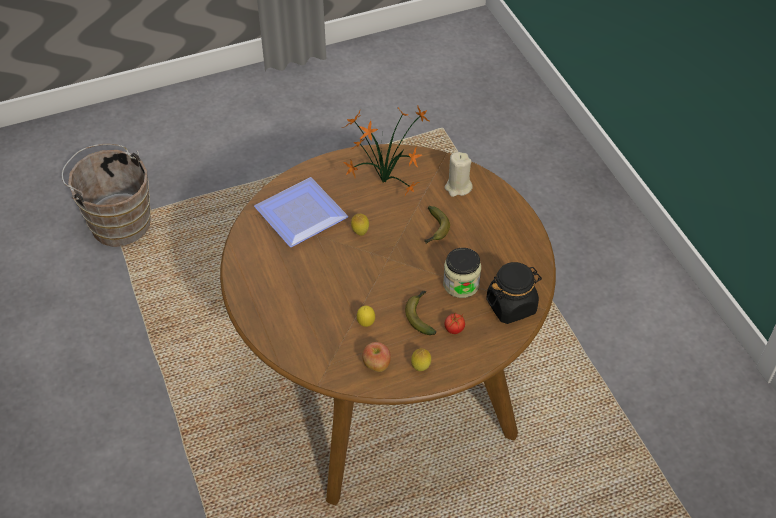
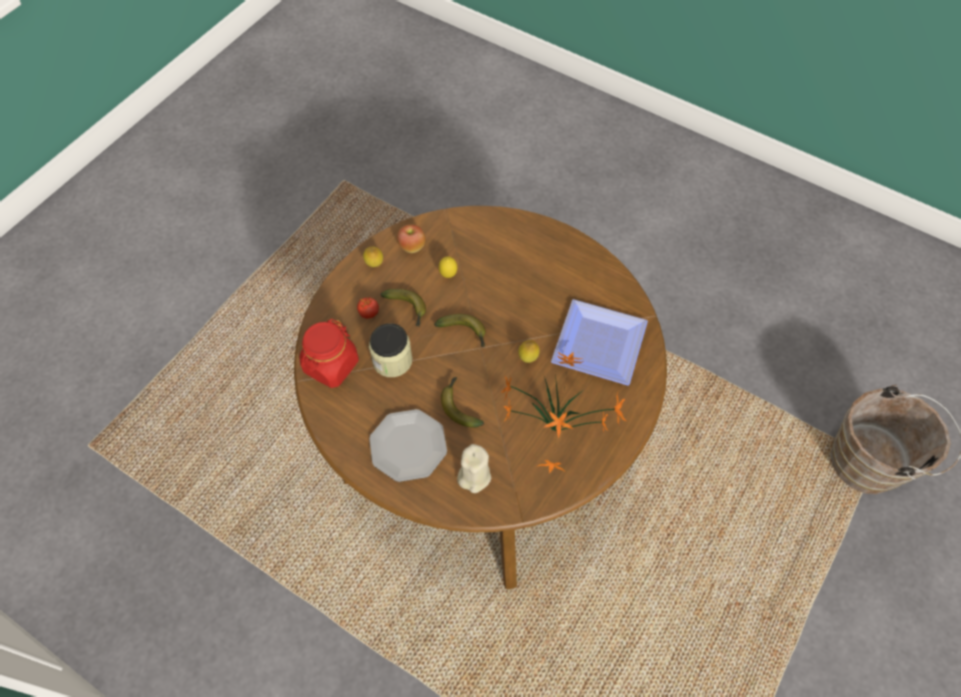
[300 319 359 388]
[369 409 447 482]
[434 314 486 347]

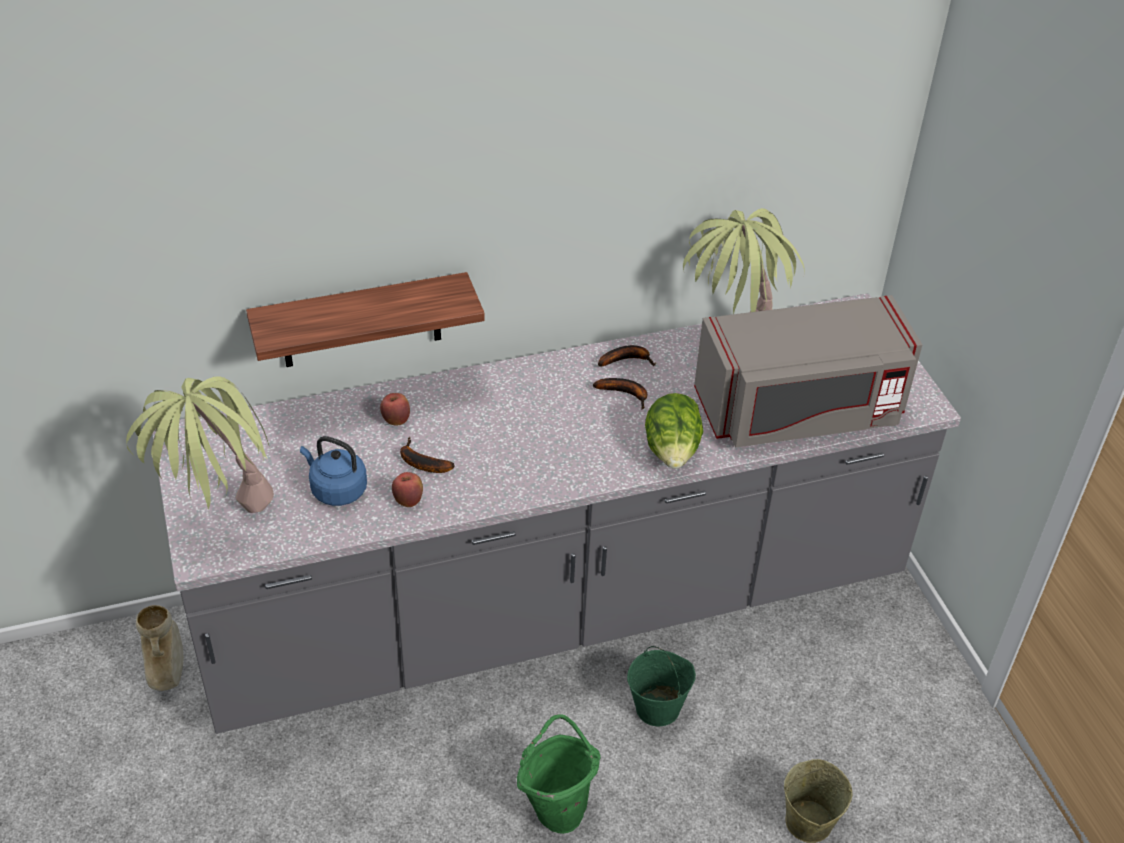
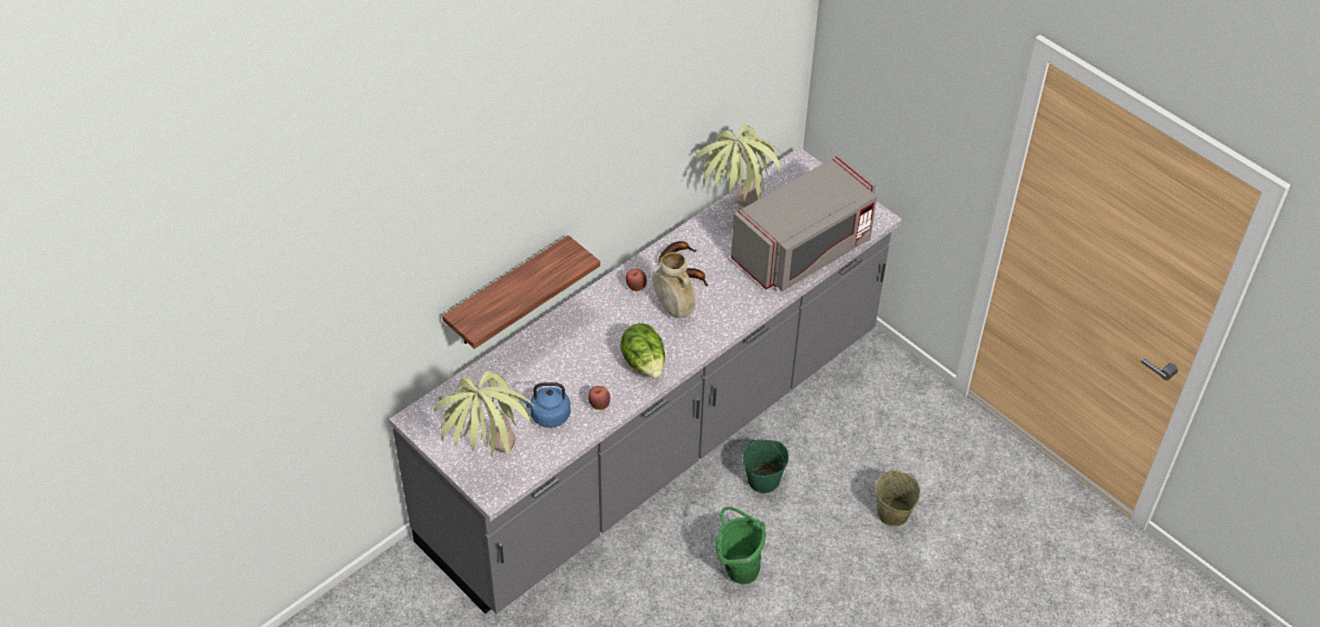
[653 252 695 318]
[626 268 647 291]
[400 437 454 473] (first image)
[620 323 665 378]

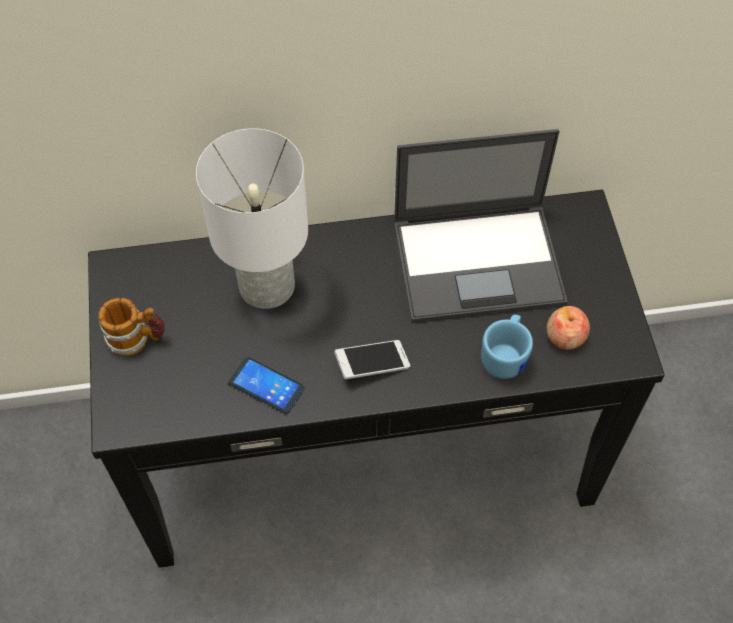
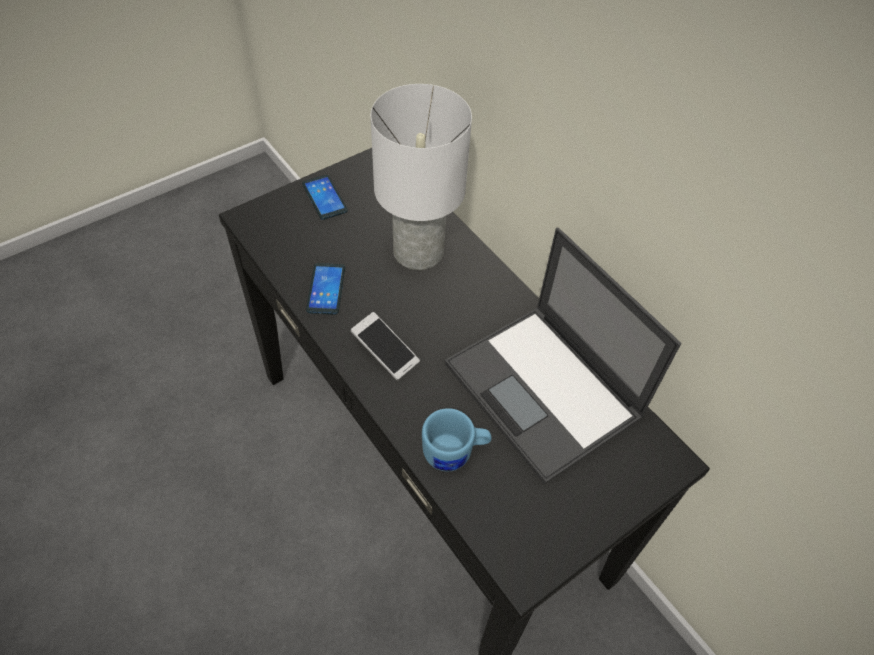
[302 175 348 220]
[547 306 590 350] (first image)

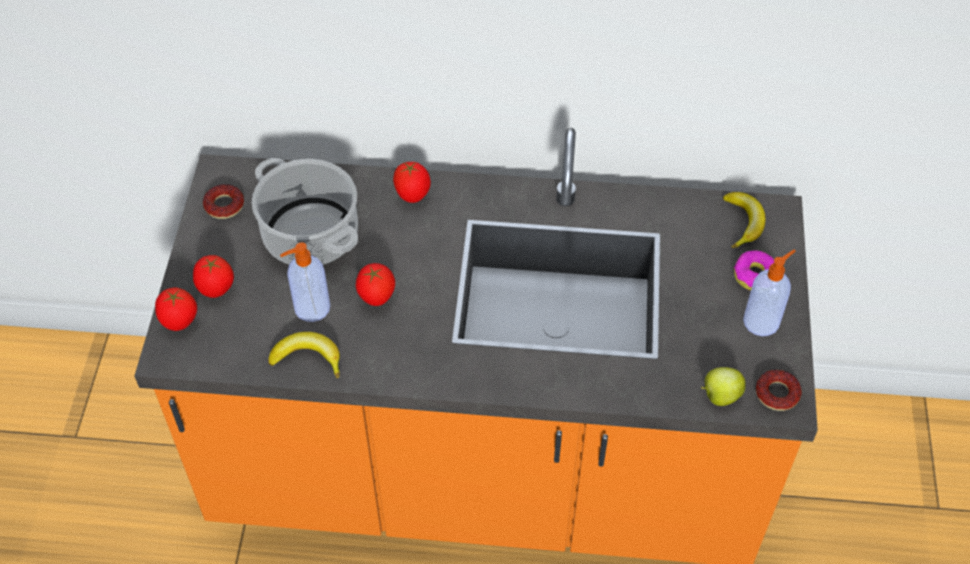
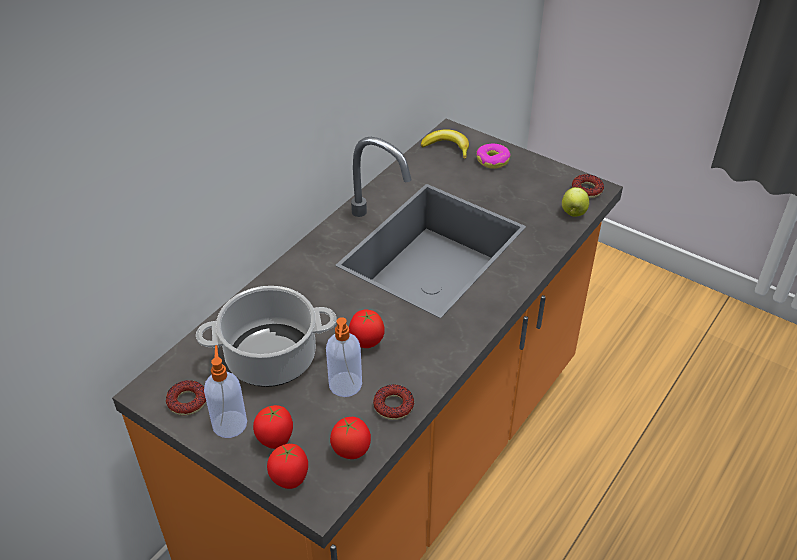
[373 384 414 420]
[330 417 371 459]
[204 345 247 438]

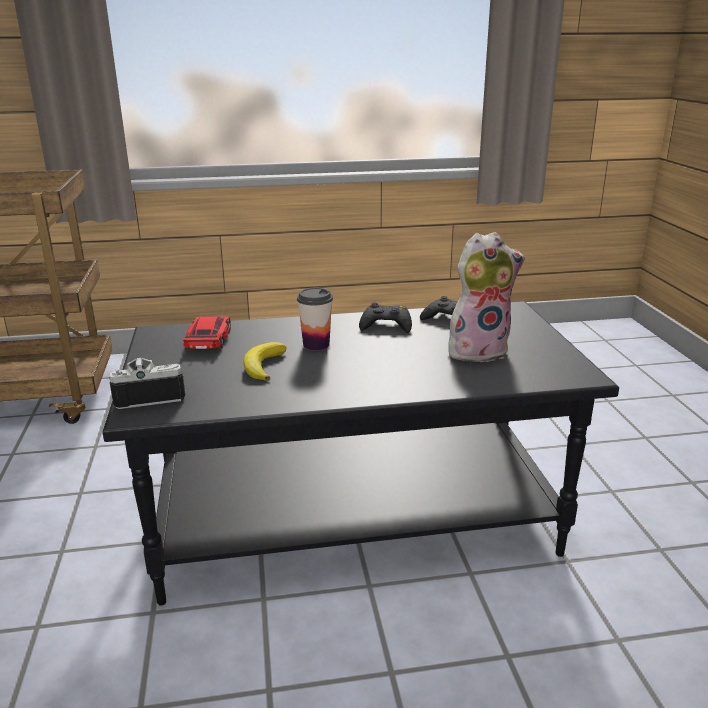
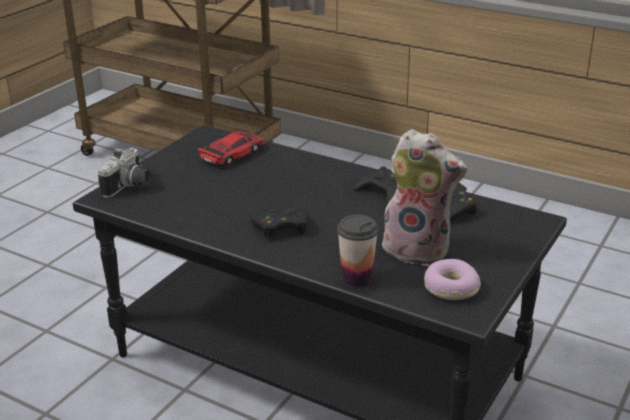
[98 148 152 198]
[244 342 286 381] (first image)
[337 214 379 287]
[250 208 308 239]
[424 259 481 300]

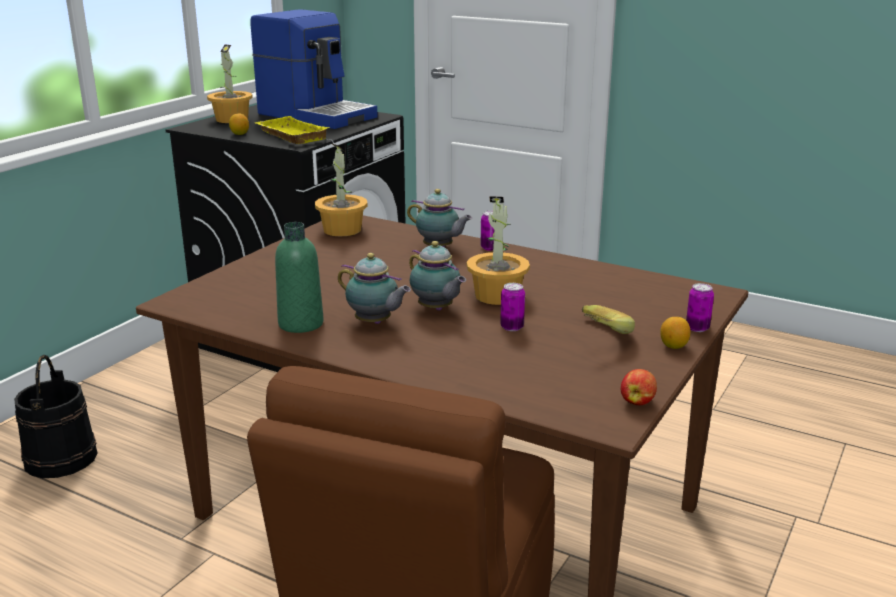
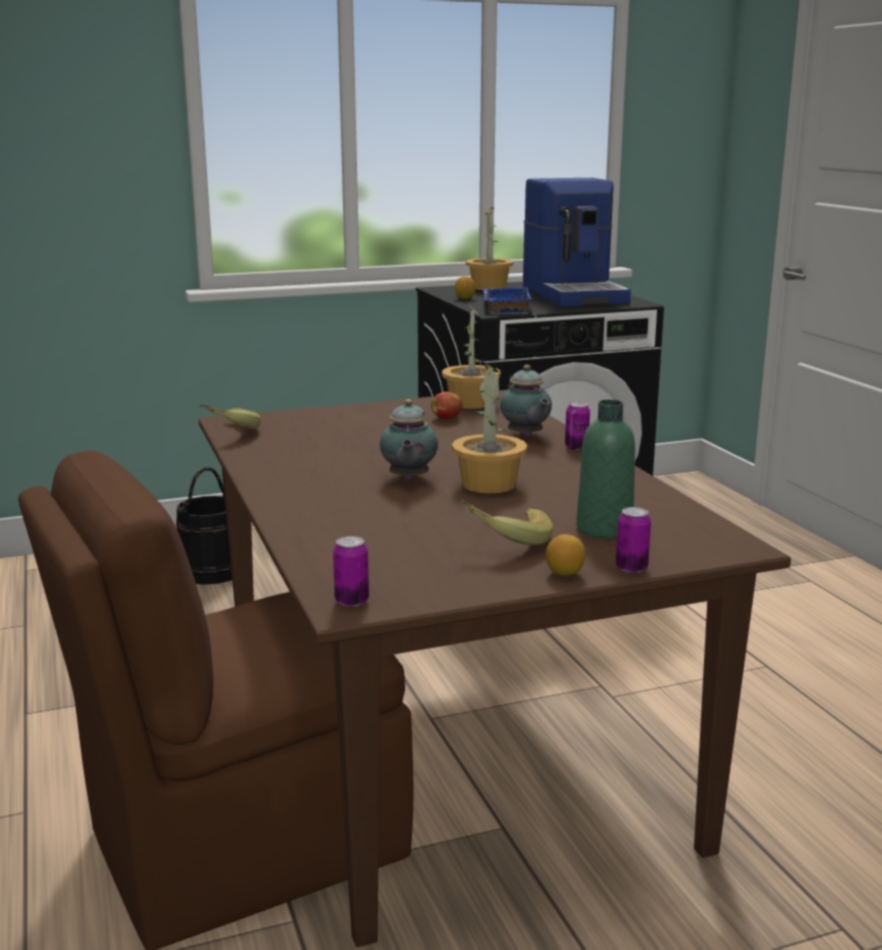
[483 287 532 313]
[576 400 635 538]
[338 253 411 324] (first image)
[333 536 369 607]
[431 392 462 419]
[200 404 261 429]

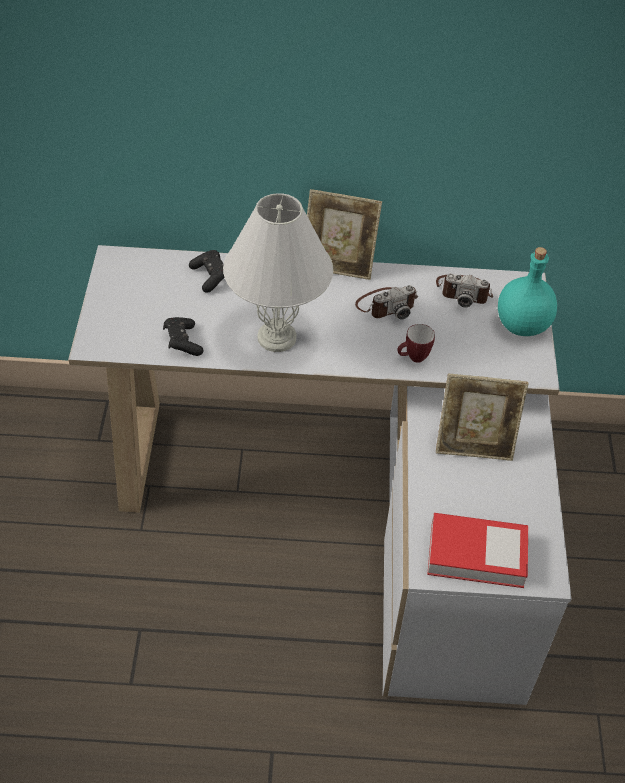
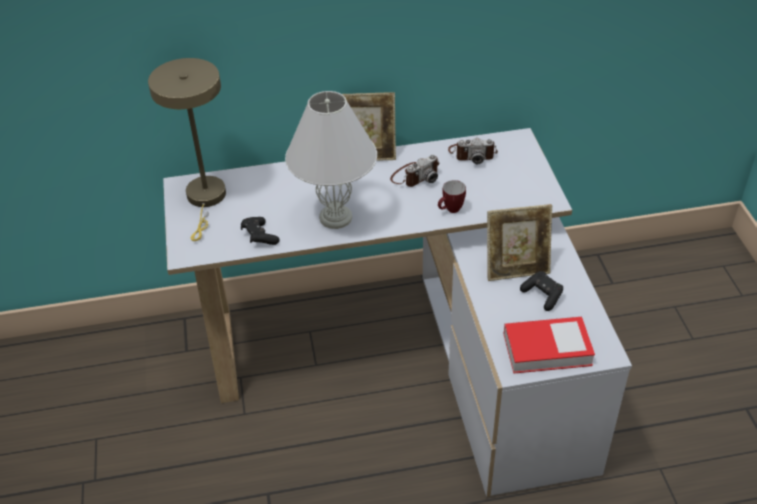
[520 271 563 311]
[498 247 557 336] (first image)
[148 58 226 241]

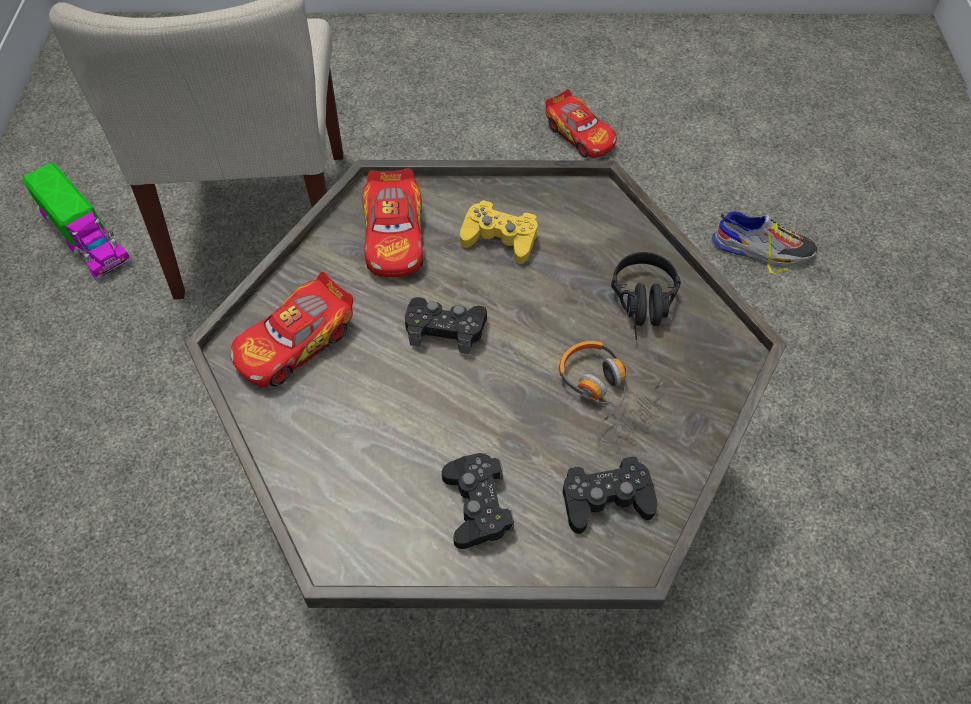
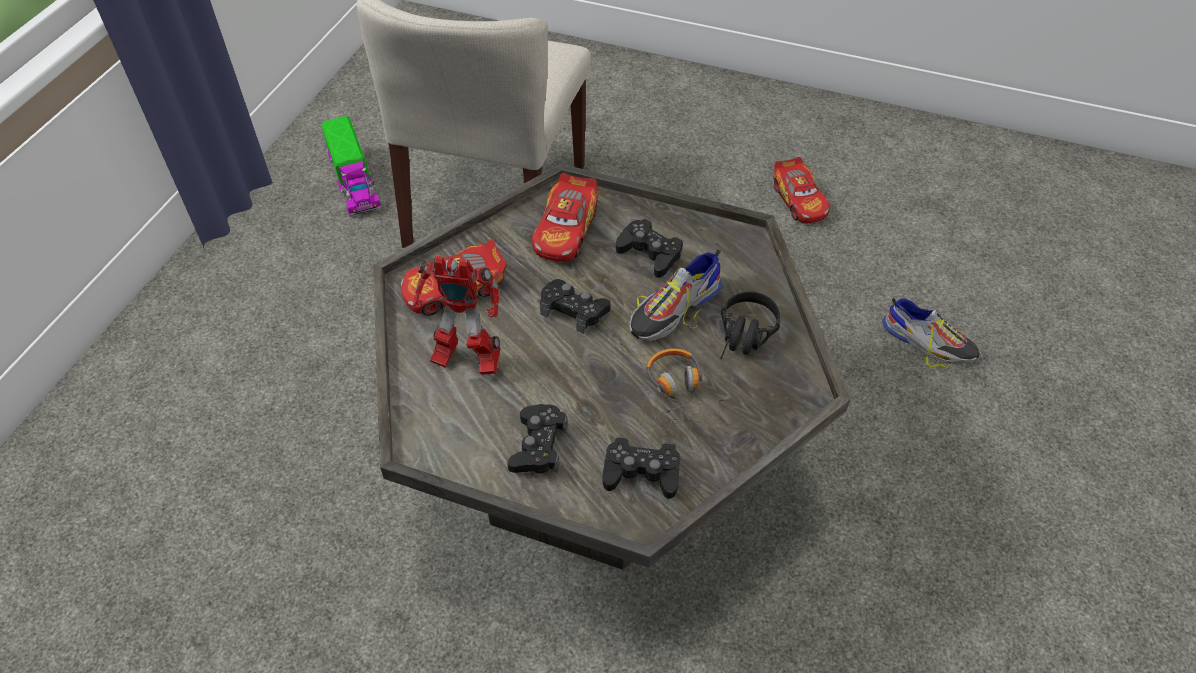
[616 219 683 278]
[413 256 500 375]
[629 249 722 341]

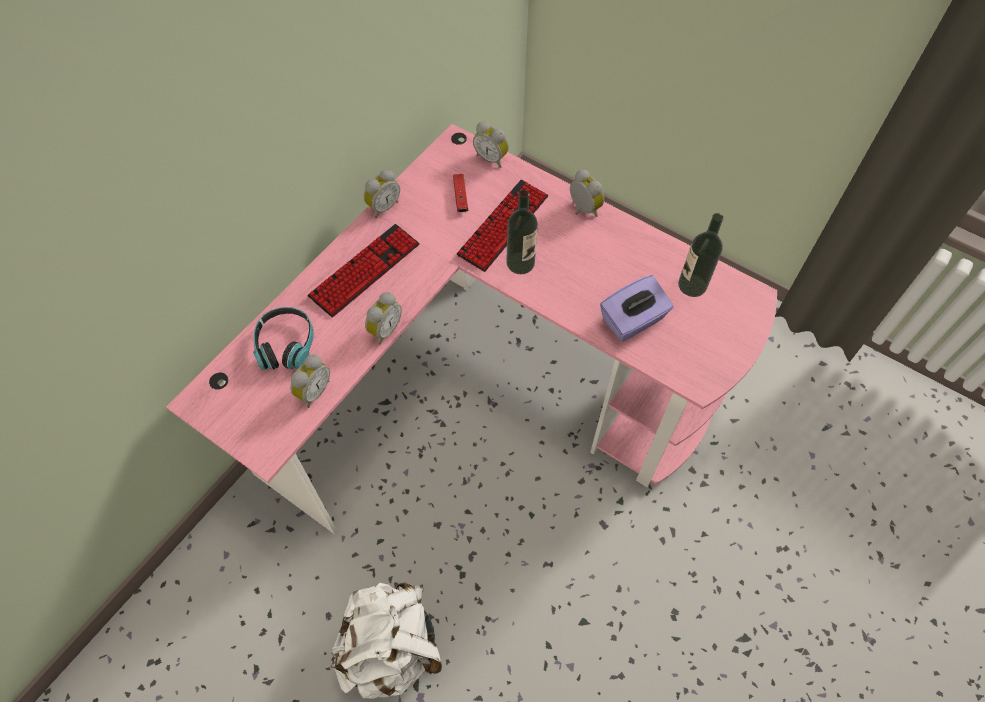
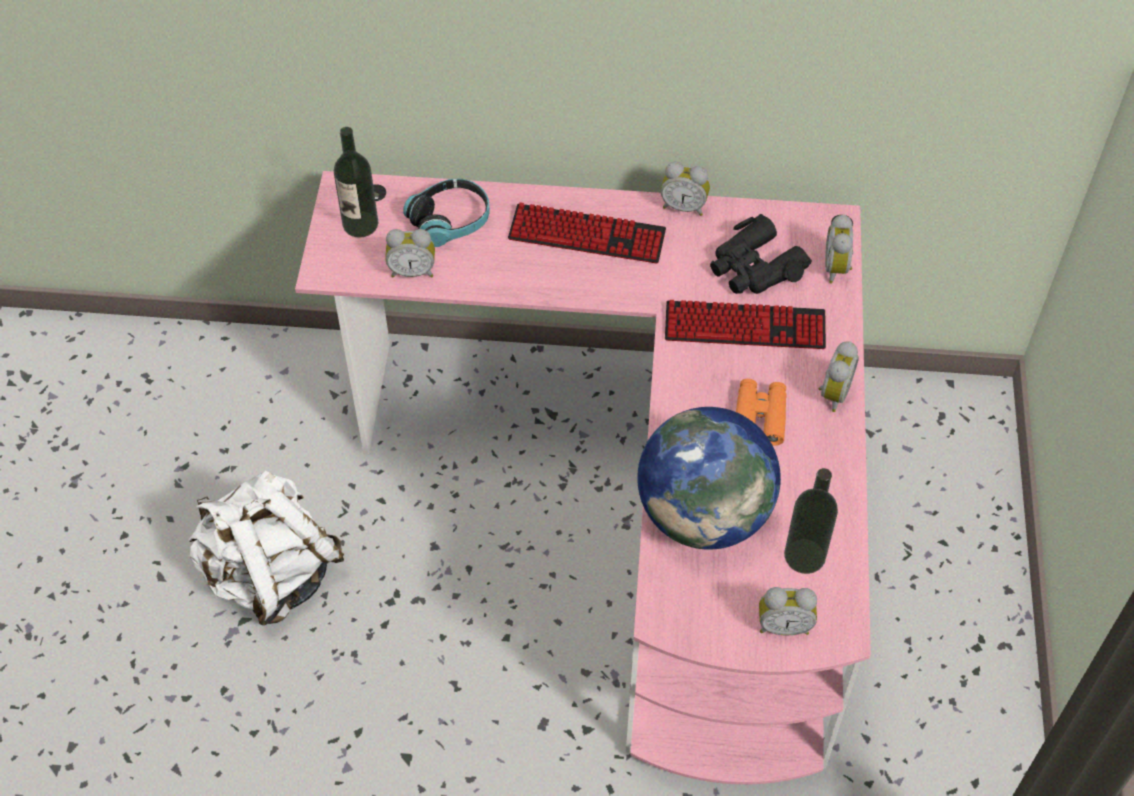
[759 587 817 636]
[710 214 812 294]
[334 127 378 238]
[637 407 781 550]
[736 379 787 446]

